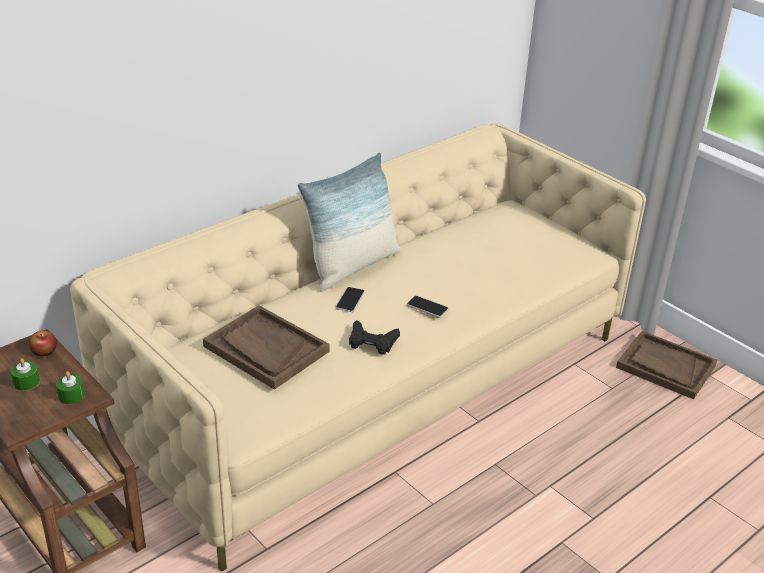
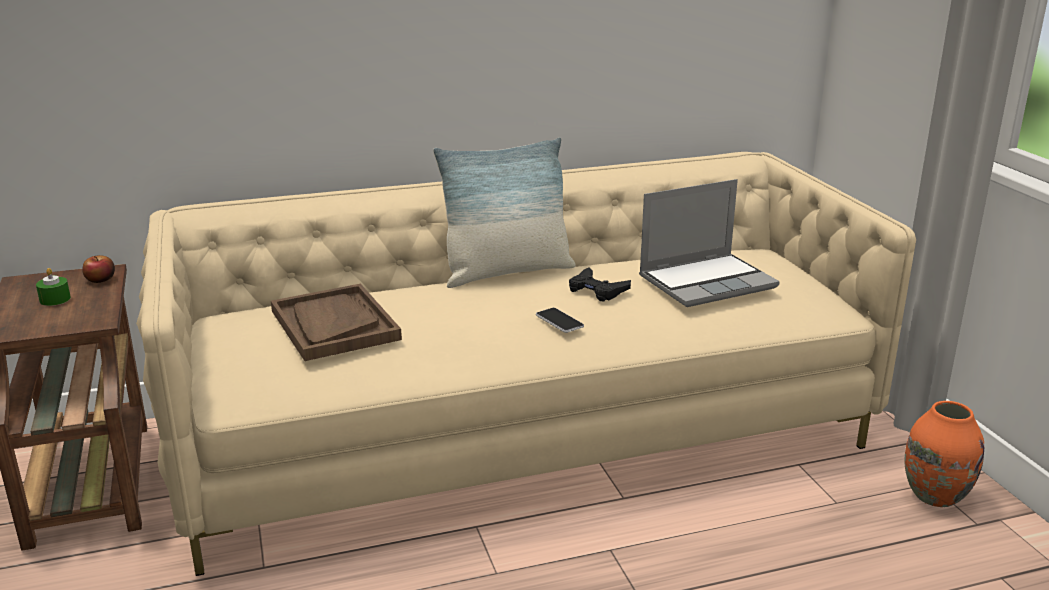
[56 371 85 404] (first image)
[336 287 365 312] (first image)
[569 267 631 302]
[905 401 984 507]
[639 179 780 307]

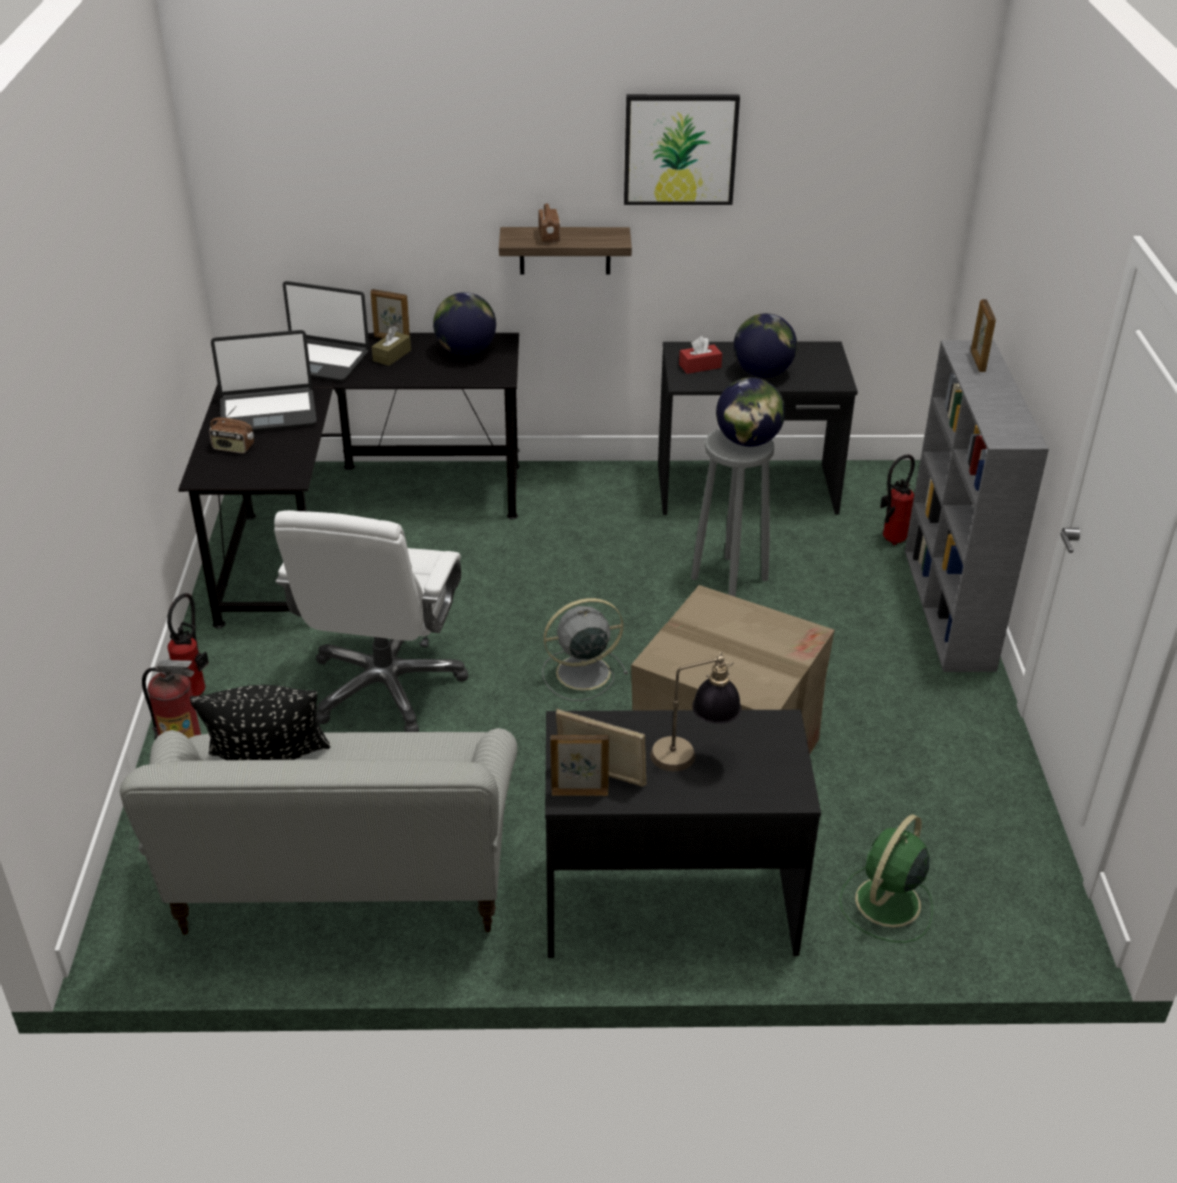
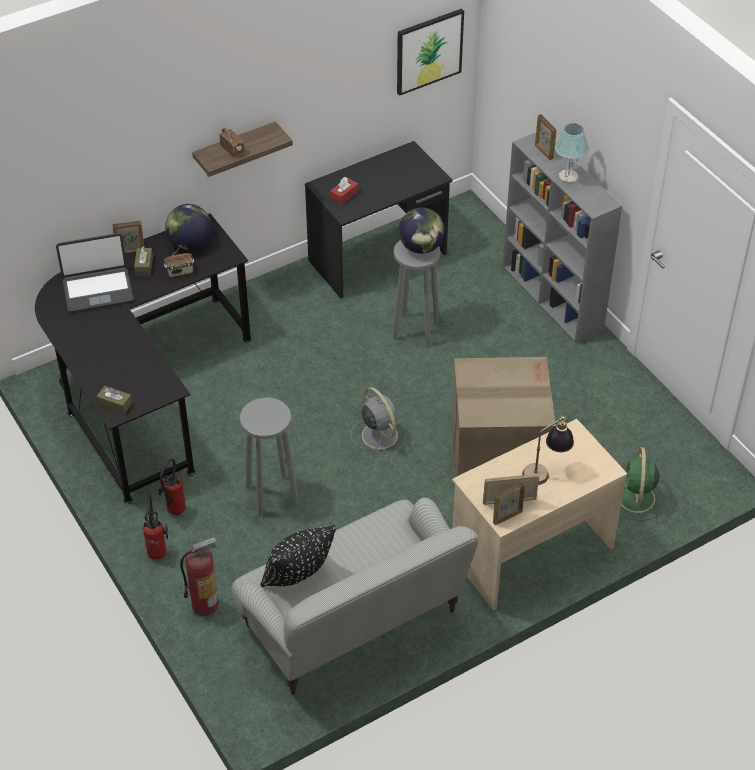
[164 246 194 277]
[211 330 317 431] (first image)
[240 397 299 516]
[351 387 407 458]
[452 419 627 610]
[397 9 464 96]
[733 313 797 378] (first image)
[158 458 186 516]
[96 386 132 414]
[555 123 589 184]

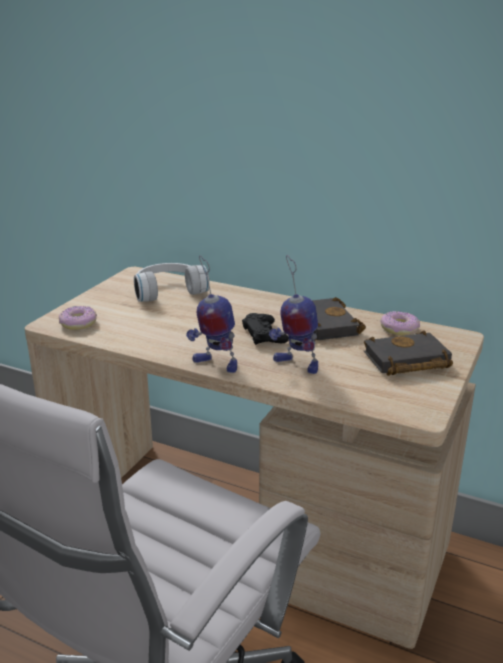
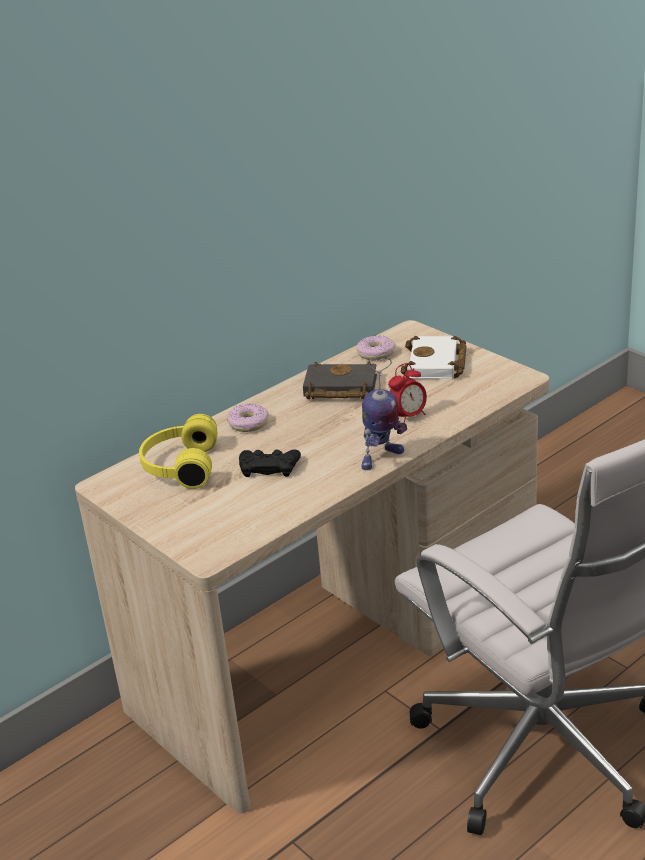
[227 404 269 432]
[139 414 217 489]
[239 449 301 477]
[388 363 427 423]
[401 336 467 379]

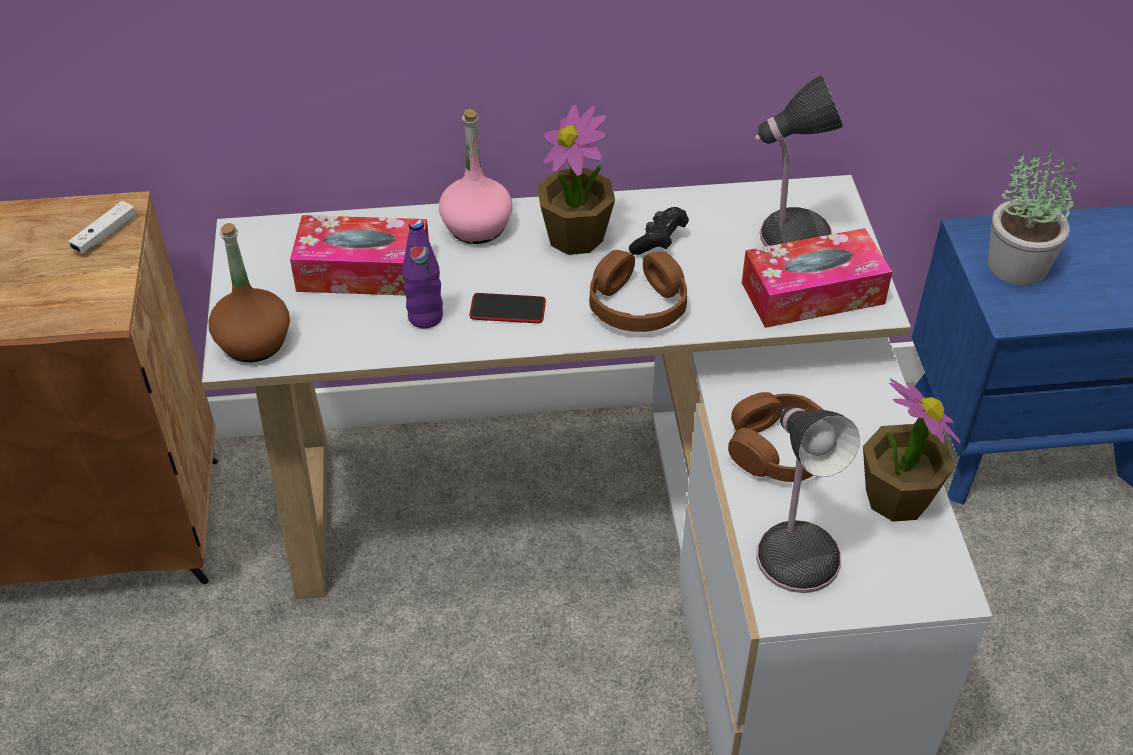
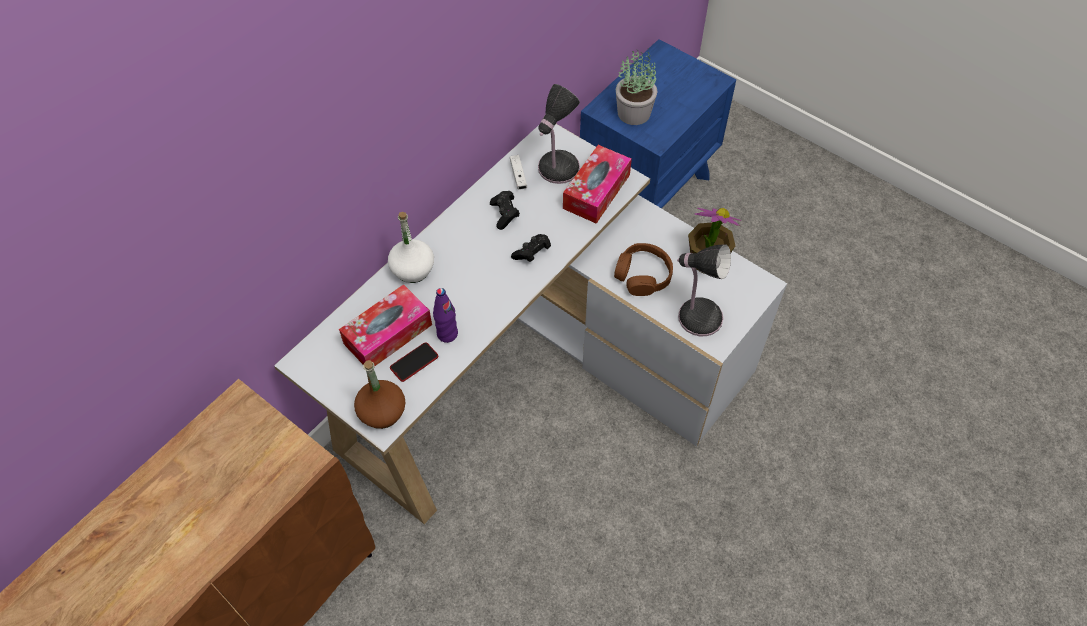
[510 155 527 190]
[388 212 434 283]
[390 342 438 382]
[537 105 615 255] (first image)
[511 234 551 262]

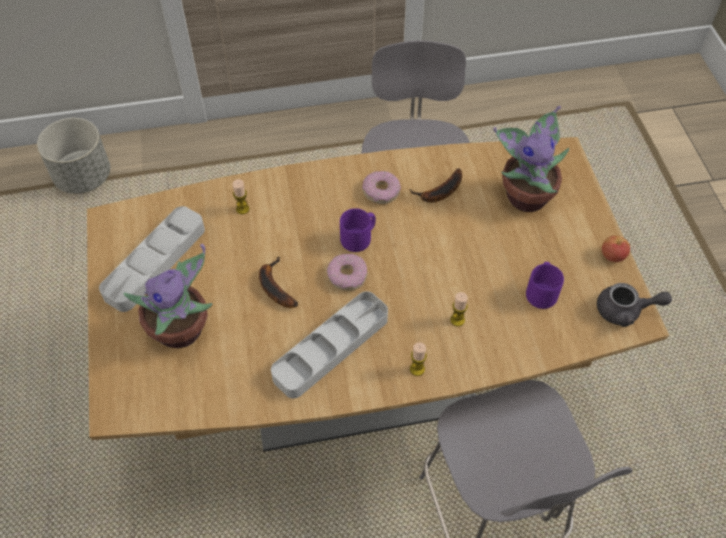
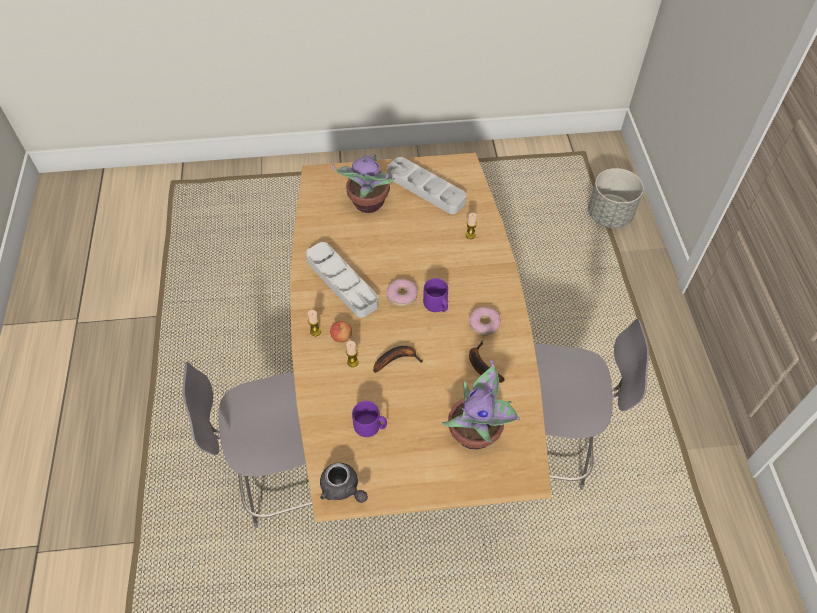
[373 346 423 373]
[320 463 368 503]
[330 321 352 342]

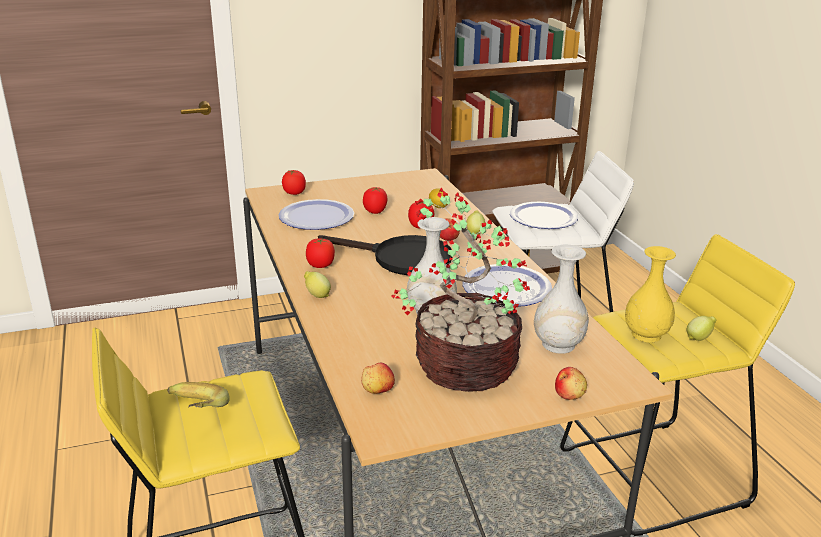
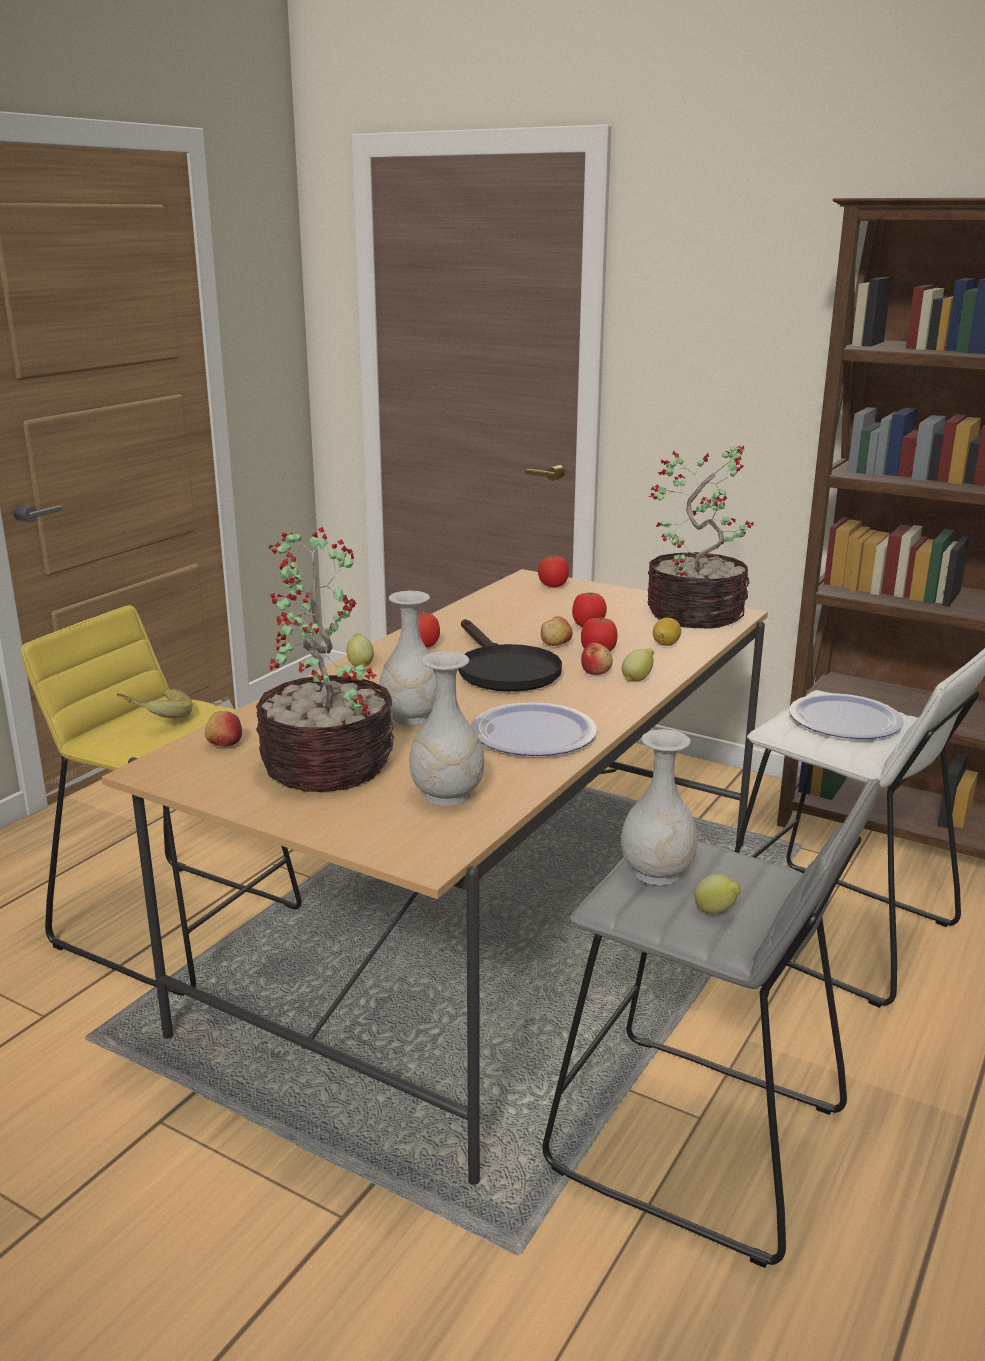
[279 199 354 230] (first image)
[541 616 572 646]
[542 778 880 1268]
[621 729 698 886]
[647 446 754 629]

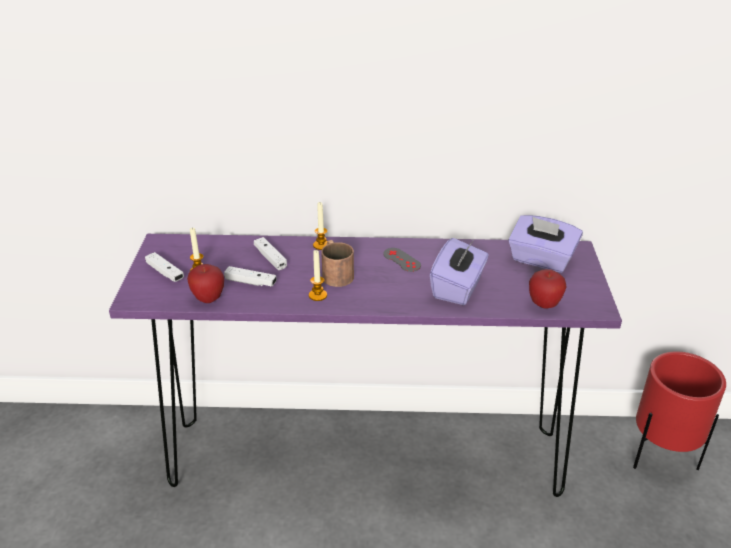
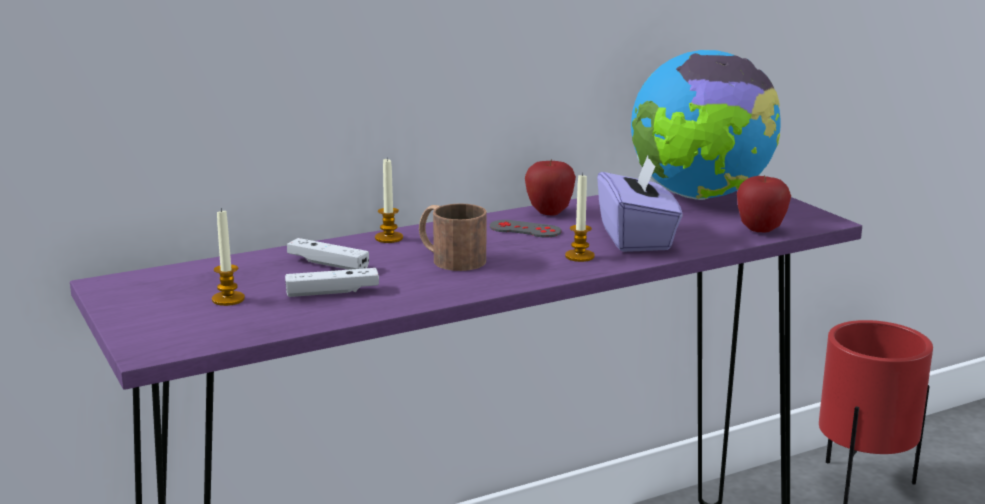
[145 252 184 282] (first image)
[525 159 576 215]
[565 172 595 262]
[631 50 781 200]

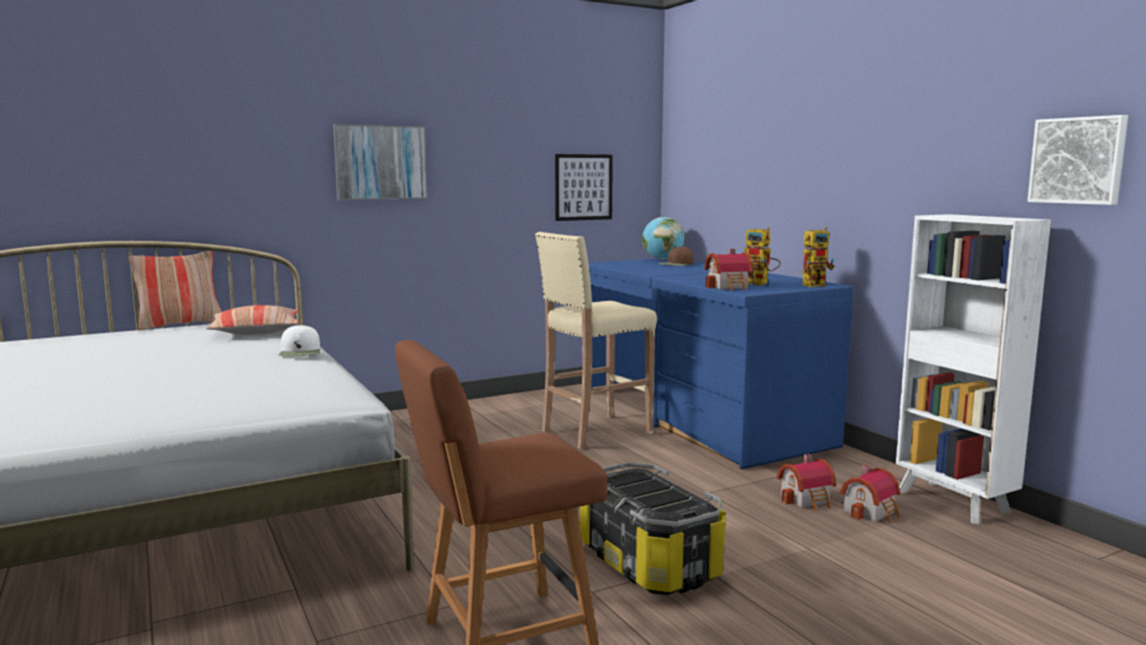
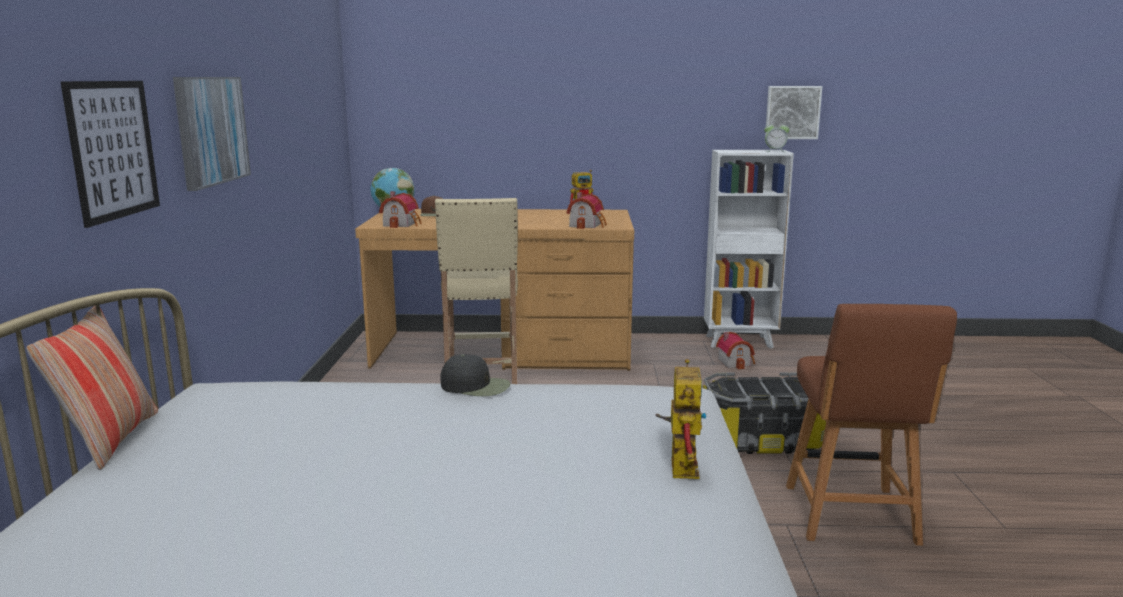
[206 305 300 334] (first image)
[440 354 510 396]
[61 81 160 228]
[355 209 634 371]
[379 191 422 228]
[656 359 706 479]
[764 123 790 152]

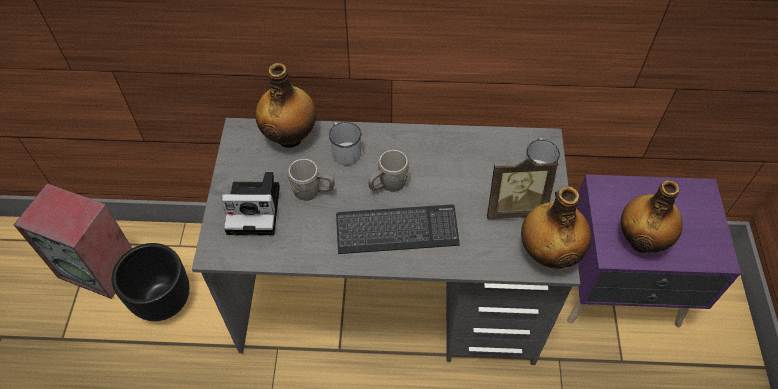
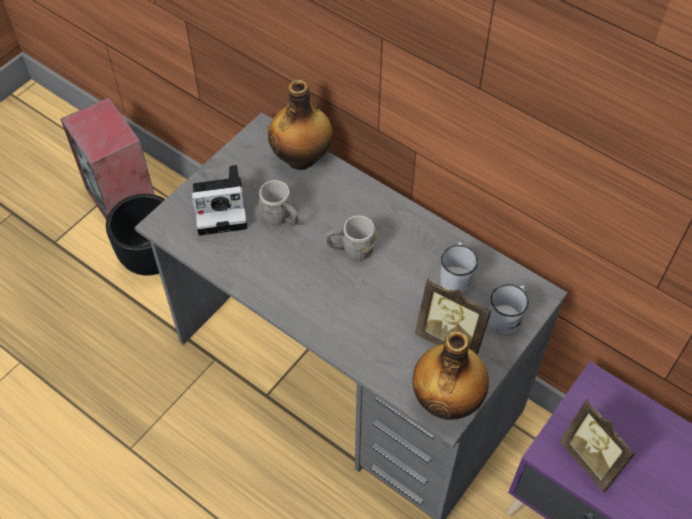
[191 165 247 236]
[440 242 478 293]
[336 204 460 254] (first image)
[560 398 636 492]

